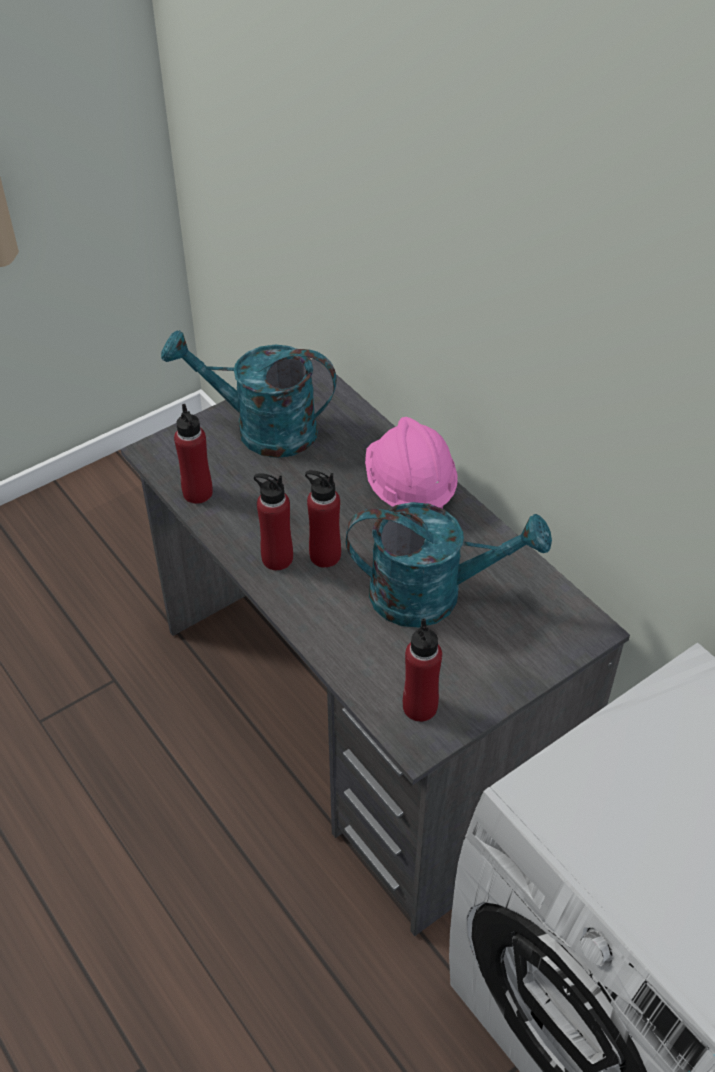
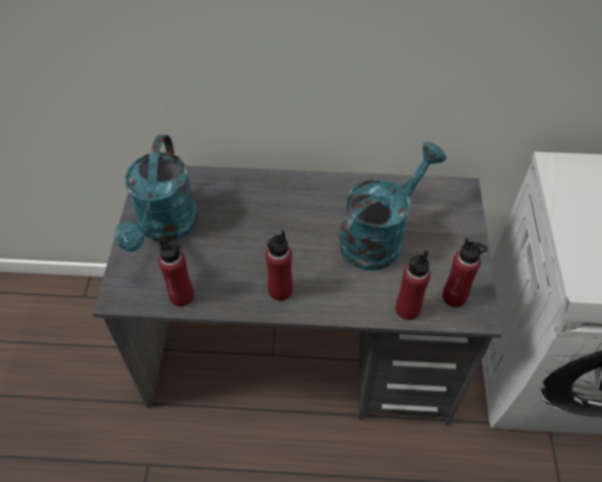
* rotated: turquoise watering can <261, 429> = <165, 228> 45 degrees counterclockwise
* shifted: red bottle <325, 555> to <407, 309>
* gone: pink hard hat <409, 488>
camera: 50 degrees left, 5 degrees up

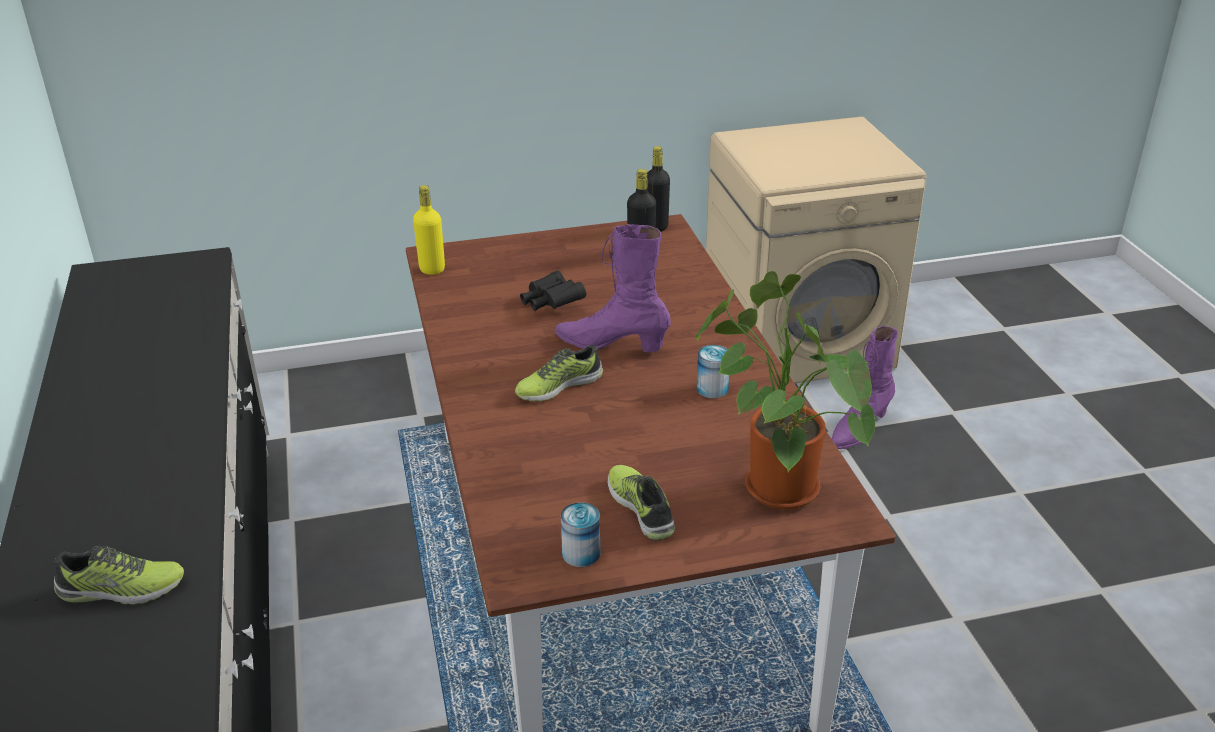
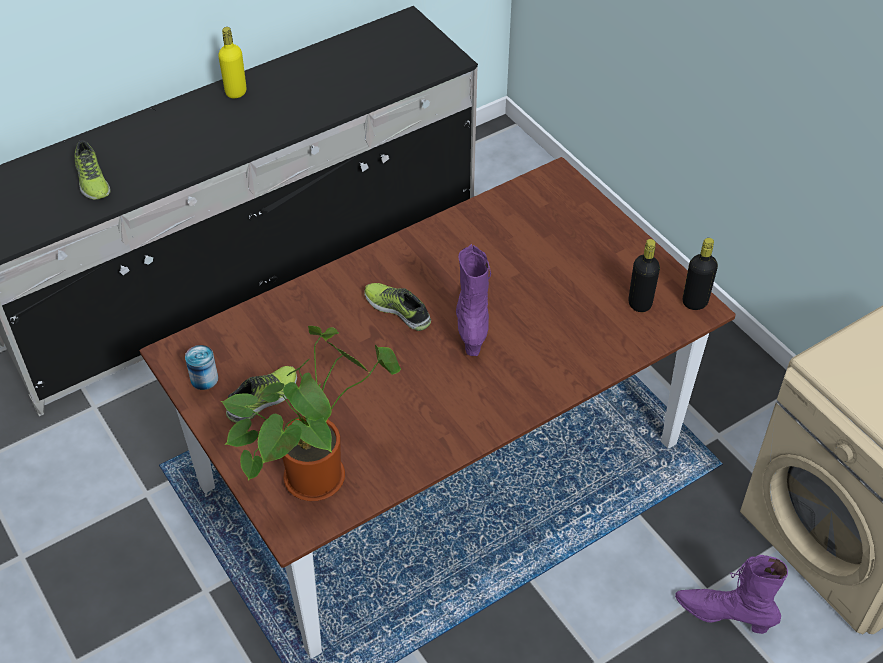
* shifted: yellow bottle <432, 269> to <236, 92>
* gone: black binoculars <551, 304>
* gone: can <712, 389>
camera: 70 degrees right, 15 degrees up

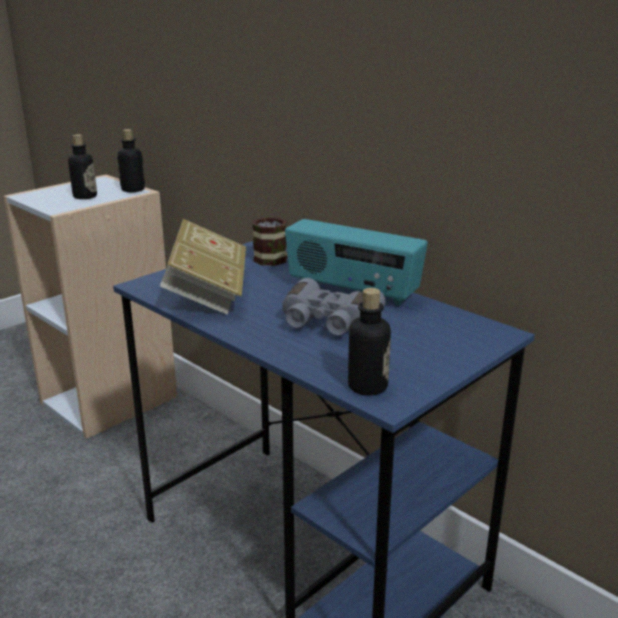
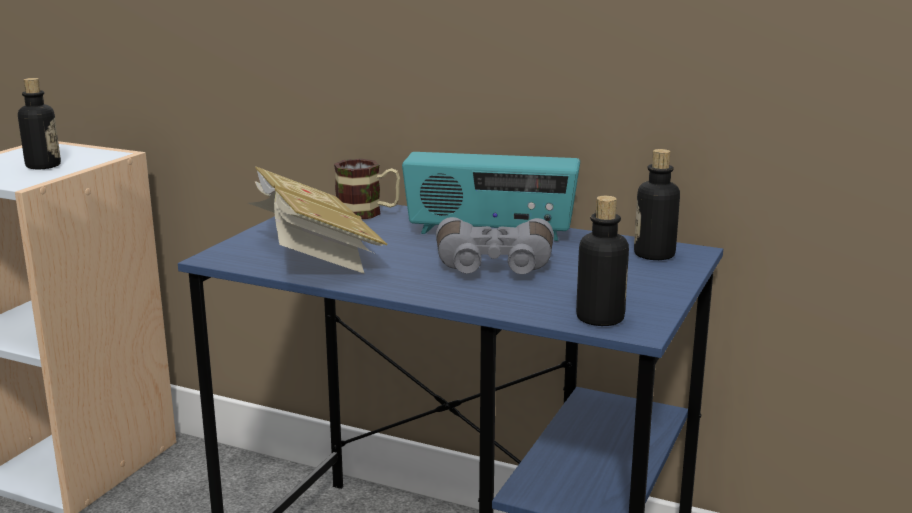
* shifted: bottle <133, 190> to <654, 254>
camera: 20 degrees left, 5 degrees down

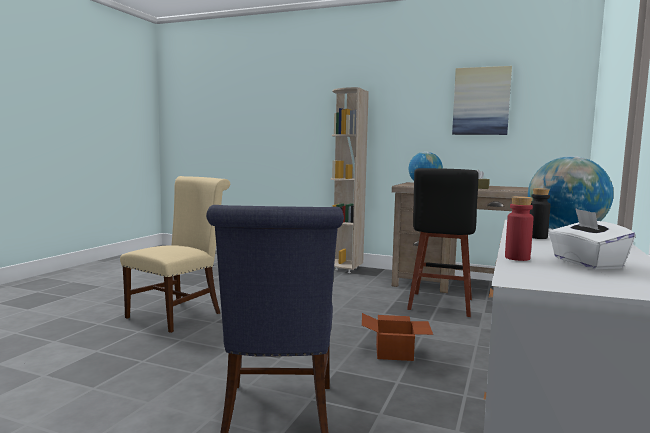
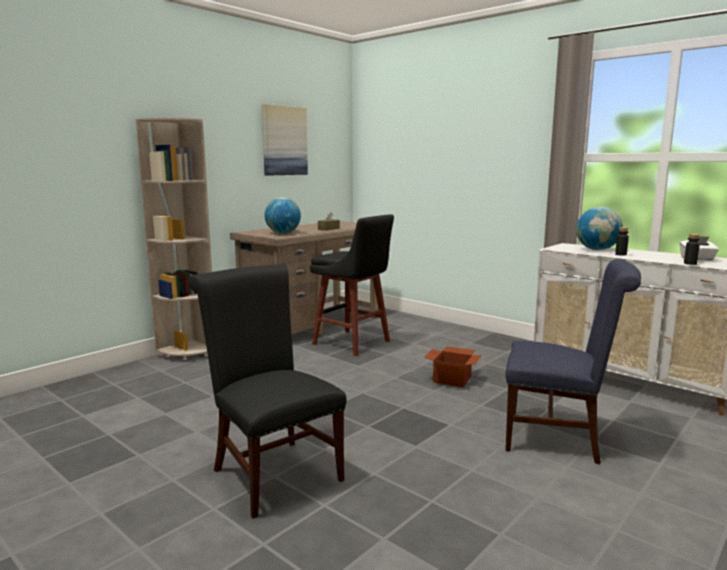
* repainted: beige chair <179, 314> to black chair <272, 472>
* repainted: red bottle <517, 258> to black bottle <690, 263>
camera: 70 degrees left, 5 degrees up

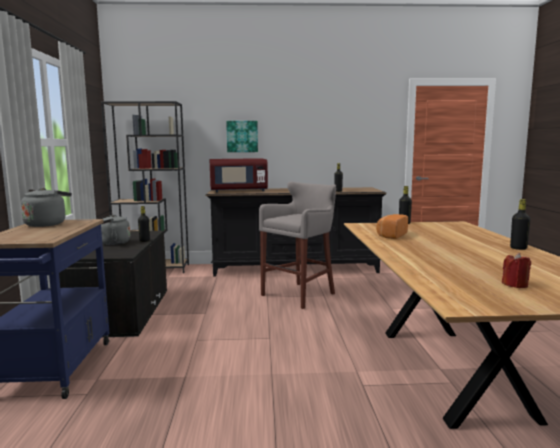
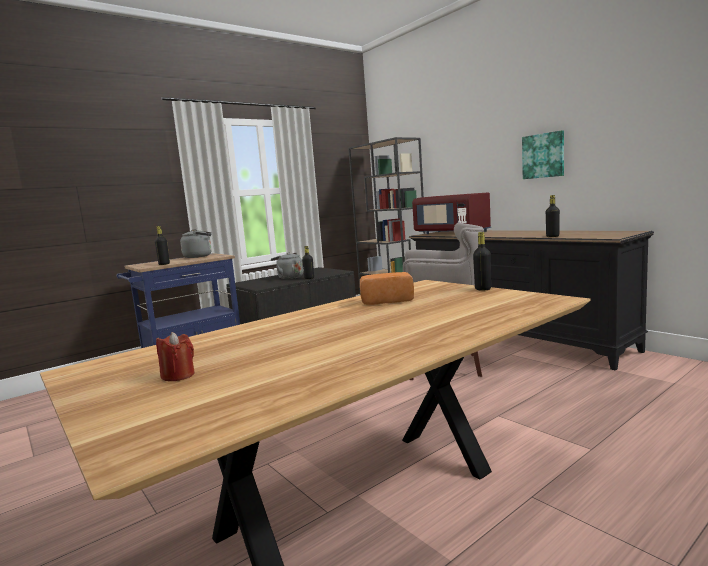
* shifted: picture <242, 136> to <543, 155>
* shifted: black bottle <518, 248> to <164, 264>
camera: 55 degrees right, 0 degrees up

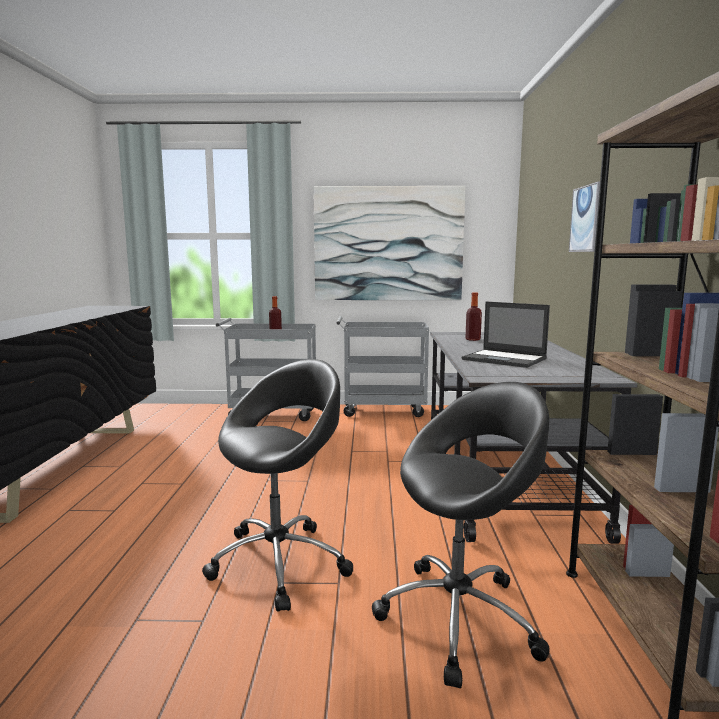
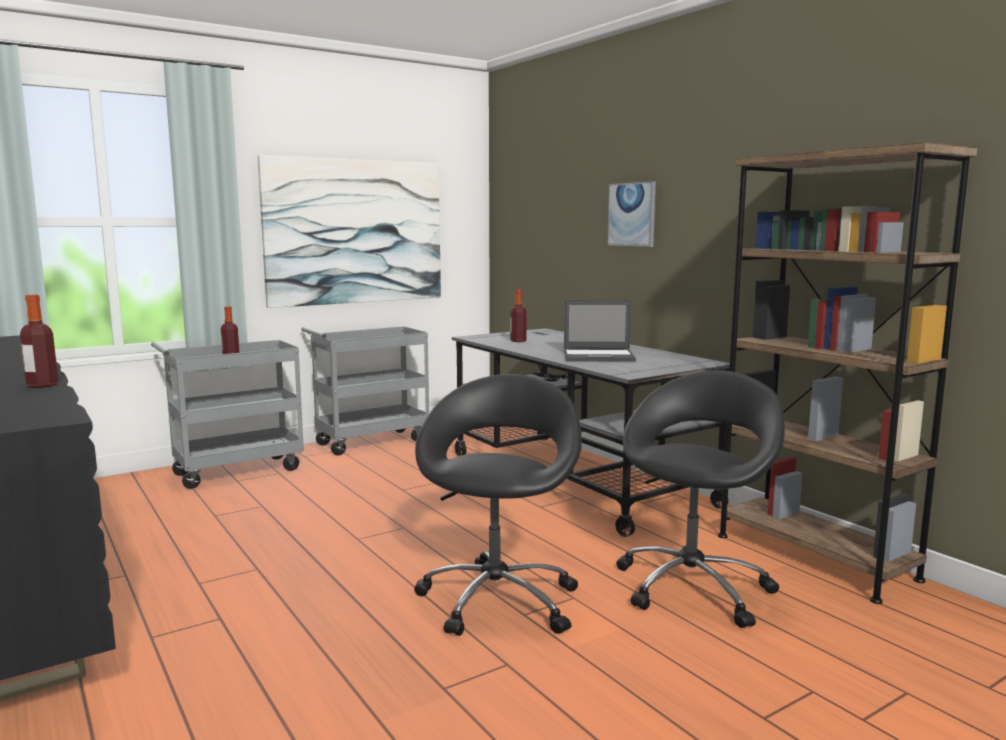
* new: bottle <42, 385>
camera: 35 degrees left, 0 degrees up

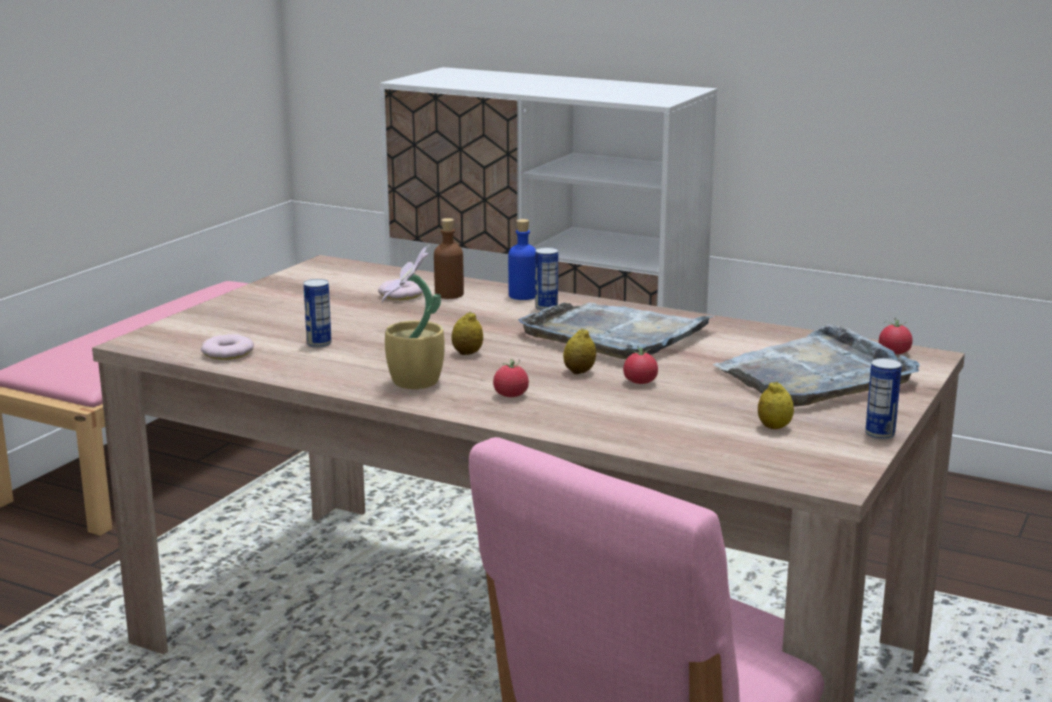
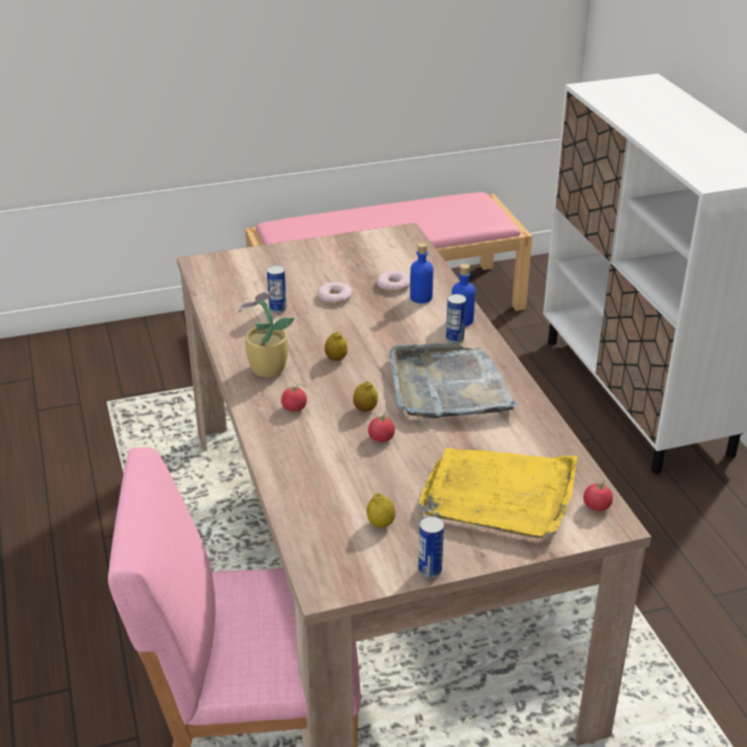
* shifted: donut <227, 353> to <335, 296>
* repainted: brown bottle <449, 294> to blue bottle <421, 297>
* repainted: grey tray <816, 374> to yellow tray <499, 495>
camera: 45 degrees right, 15 degrees up

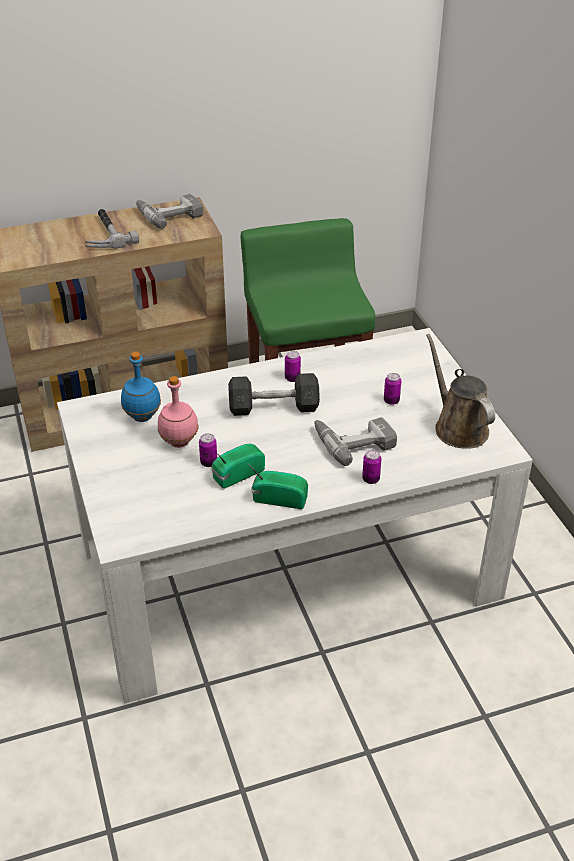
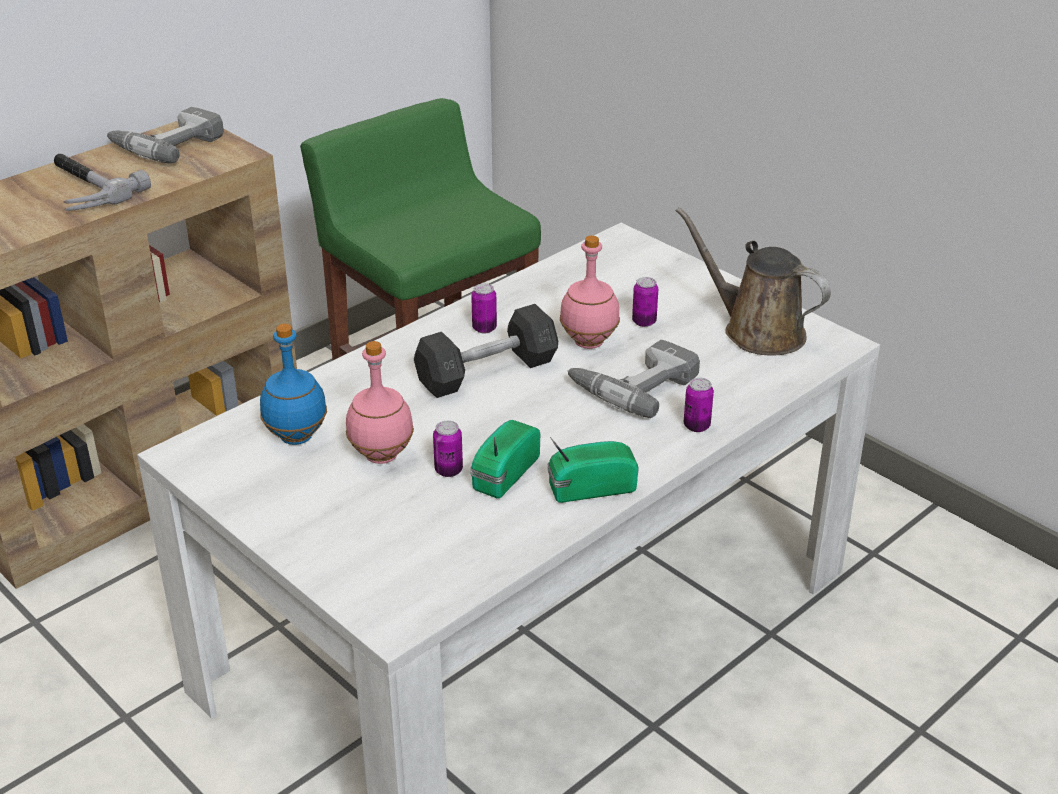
* new: pink bottle <590, 342>
camera: 25 degrees left, 5 degrees down

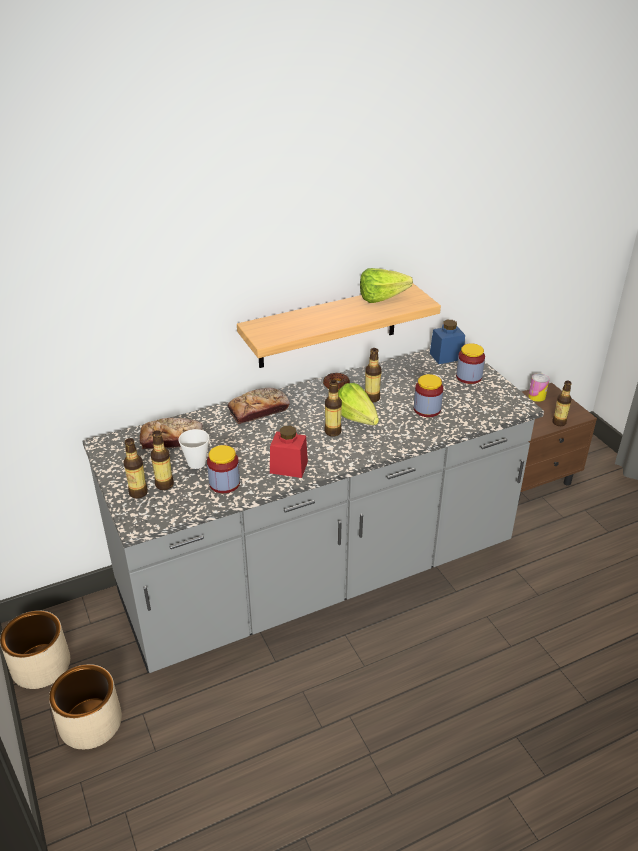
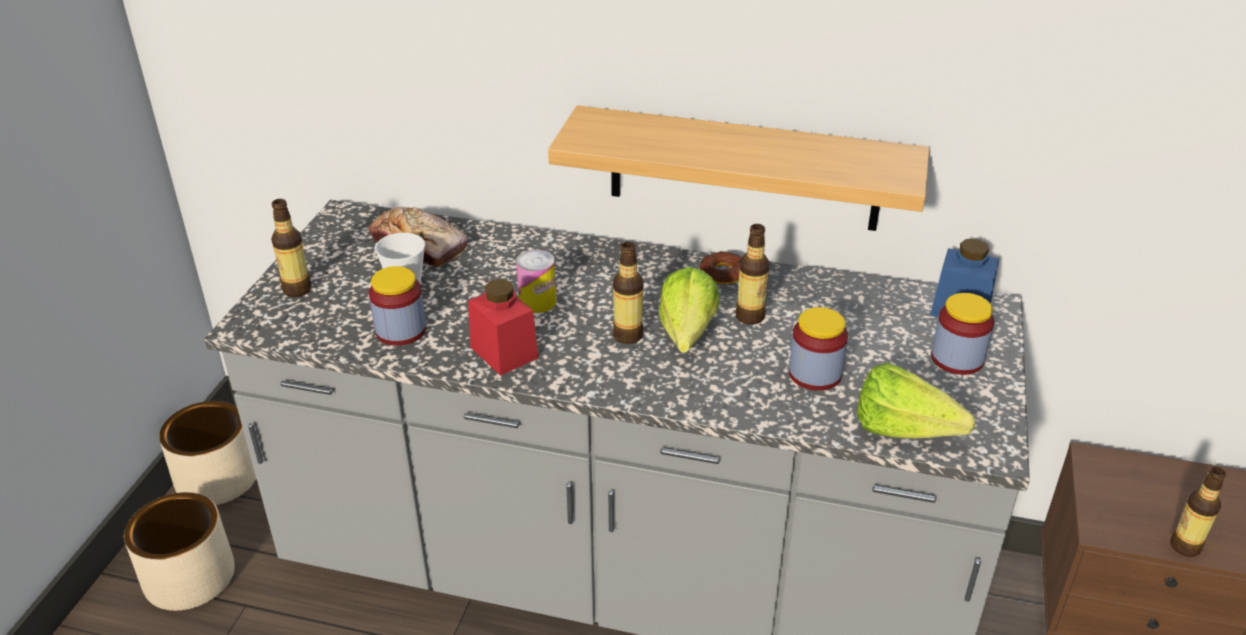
* gone: bottle <164, 484>
* gone: bread <259, 410>
* shifted: lettuce <386, 299> to <911, 434>
* shifted: can <536, 396> to <537, 301>
camera: 40 degrees right, 0 degrees up

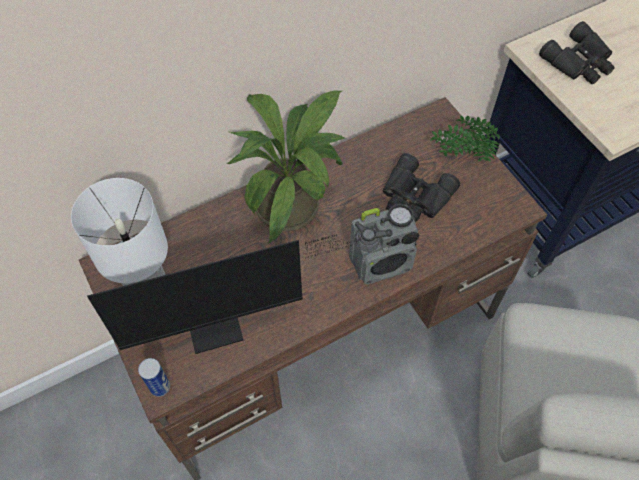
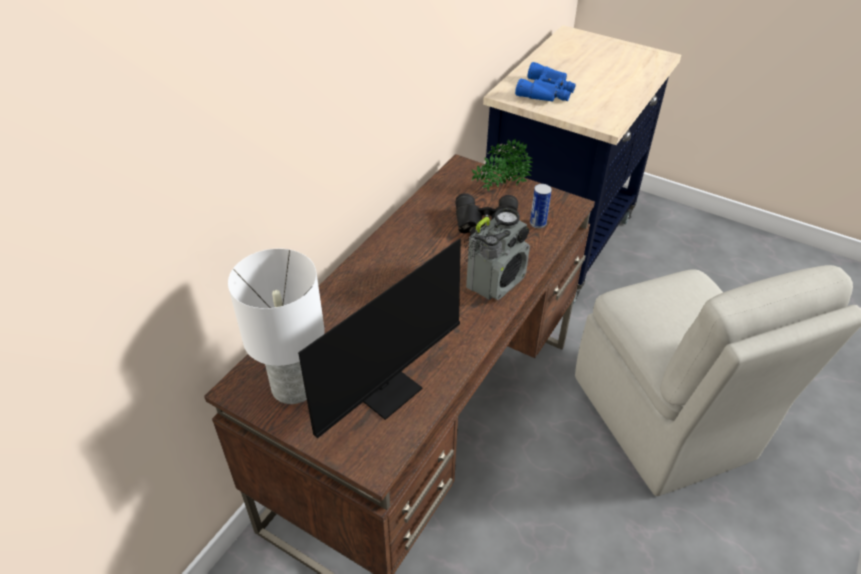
* shifted: can <160, 387> to <538, 223>
* gone: potted plant <294, 203>
* repainted: black binoculars <579, 62> to blue binoculars <547, 91>
camera: 30 degrees left, 15 degrees down

